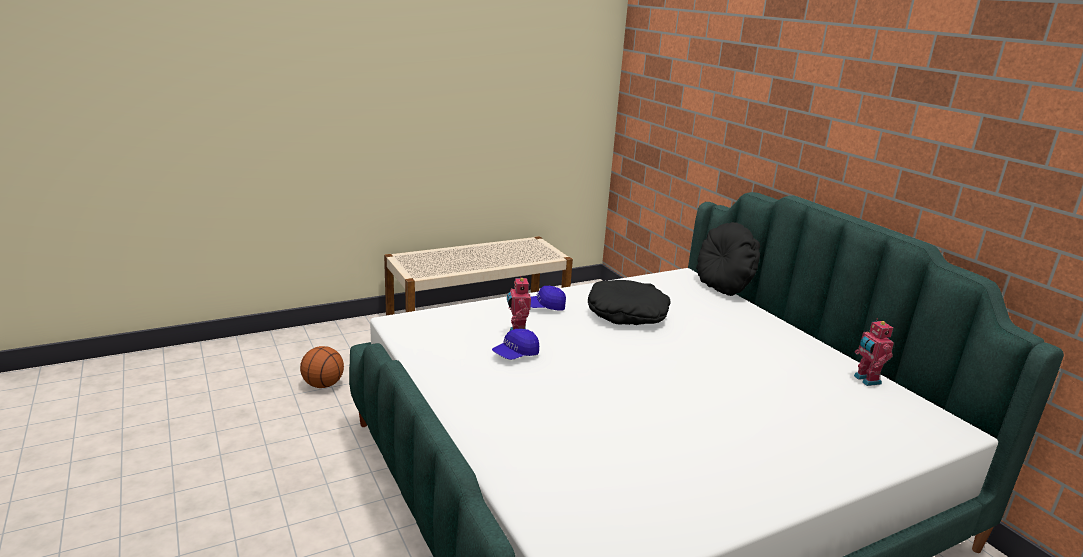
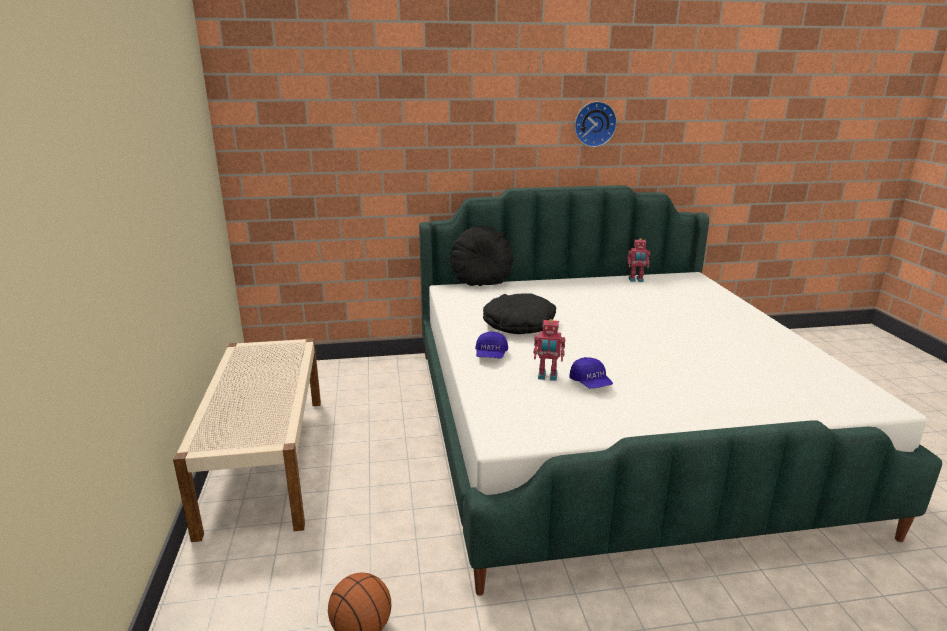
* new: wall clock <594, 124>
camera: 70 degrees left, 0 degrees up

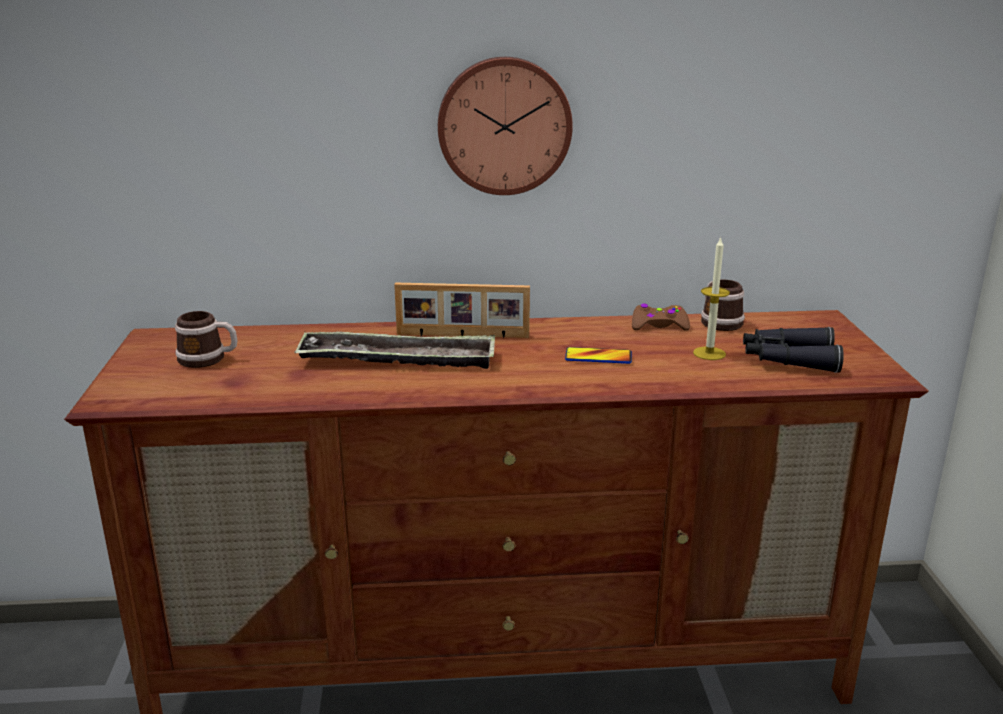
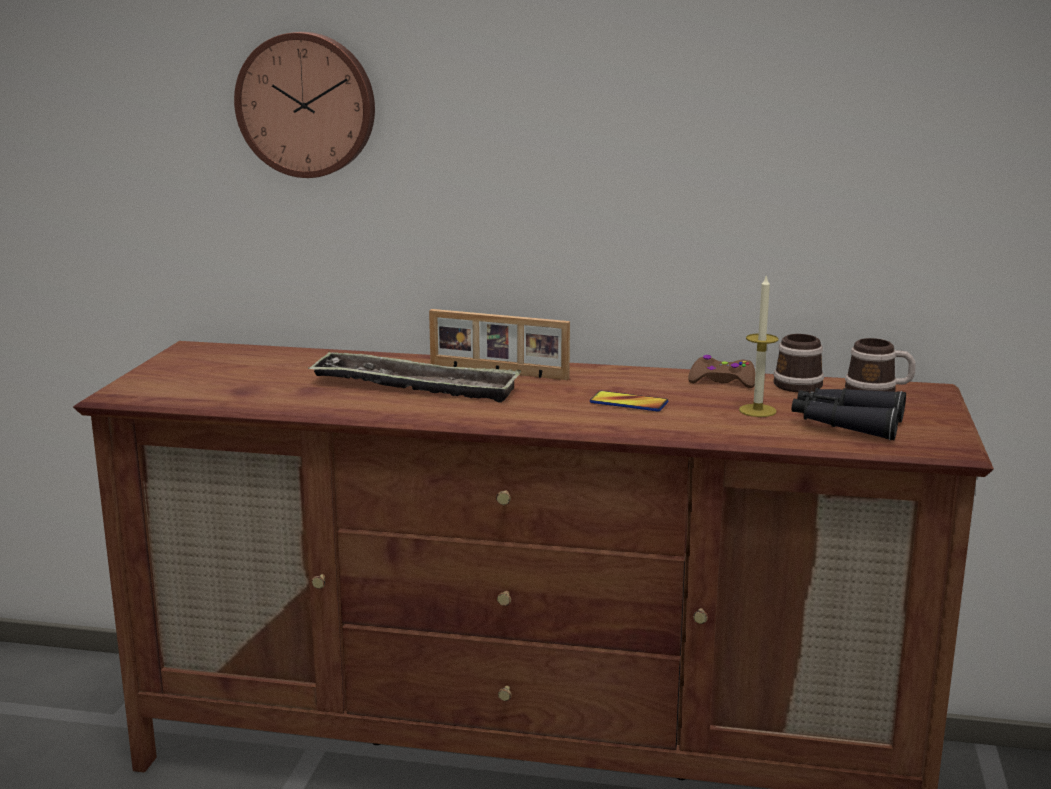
* shifted: mug <208, 359> to <878, 391>
* shifted: wall clock <504, 125> to <307, 104>
camera: 15 degrees right, 5 degrees down

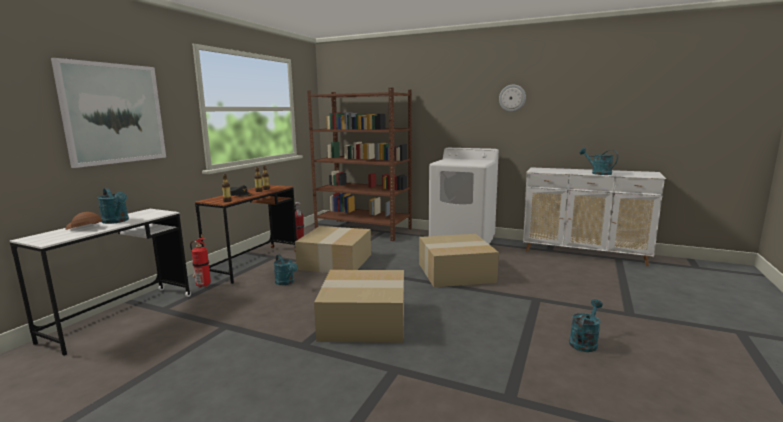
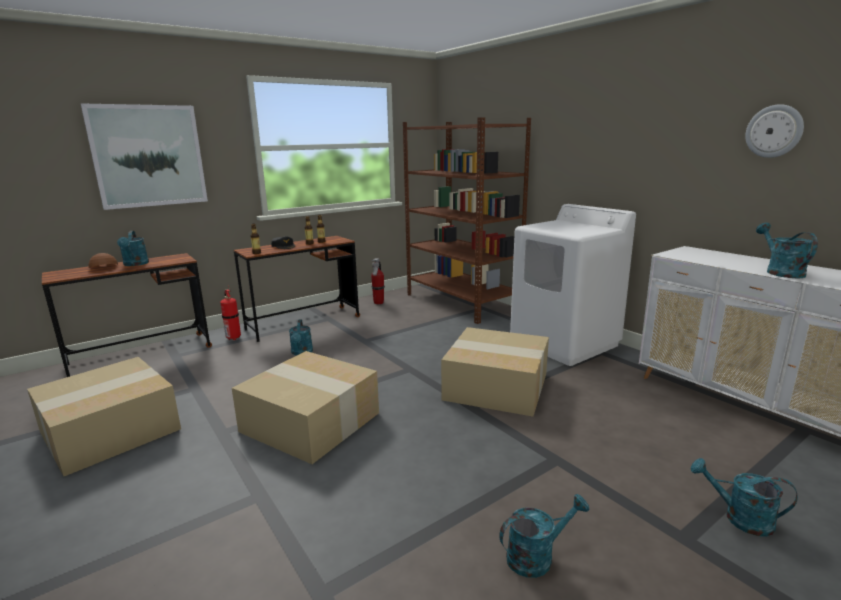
* repainted: white desk <120, 317> to brown desk <141, 355>
* shifted: cardboard box <336, 262> to <109, 432>
* shifted: wall clock <512, 98> to <774, 131>
* new: turquoise watering can <739, 518>
camera: 30 degrees right, 5 degrees up

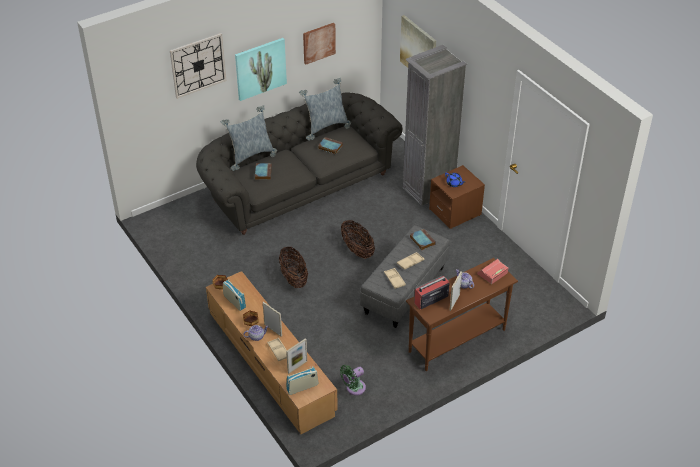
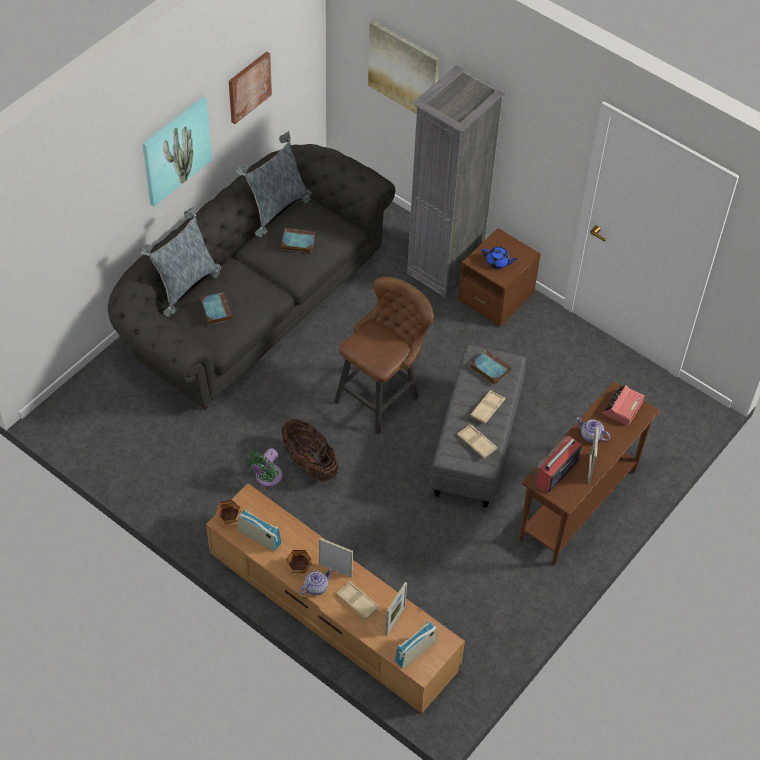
* gone: wall clock <198, 65>
* shifted: green fan <354, 388> to <266, 478>
* swapped: basket <357, 250> to brown stool <383, 393>
camera: 20 degrees left, 10 degrees up

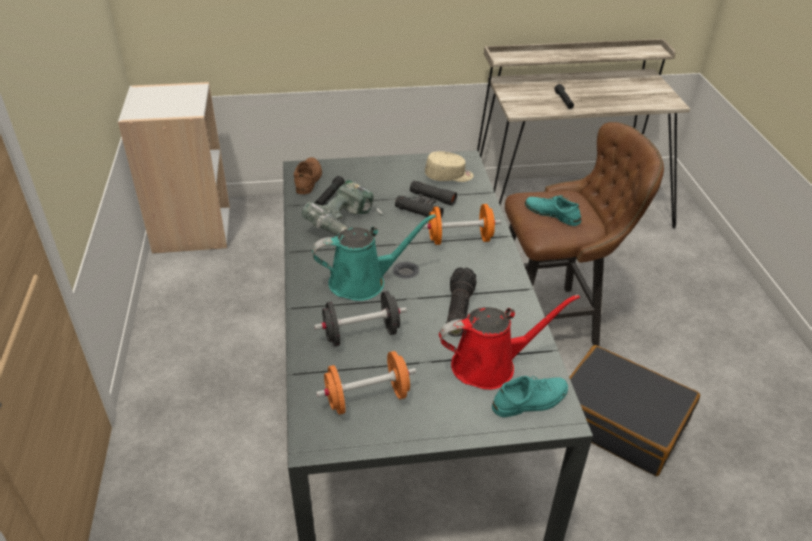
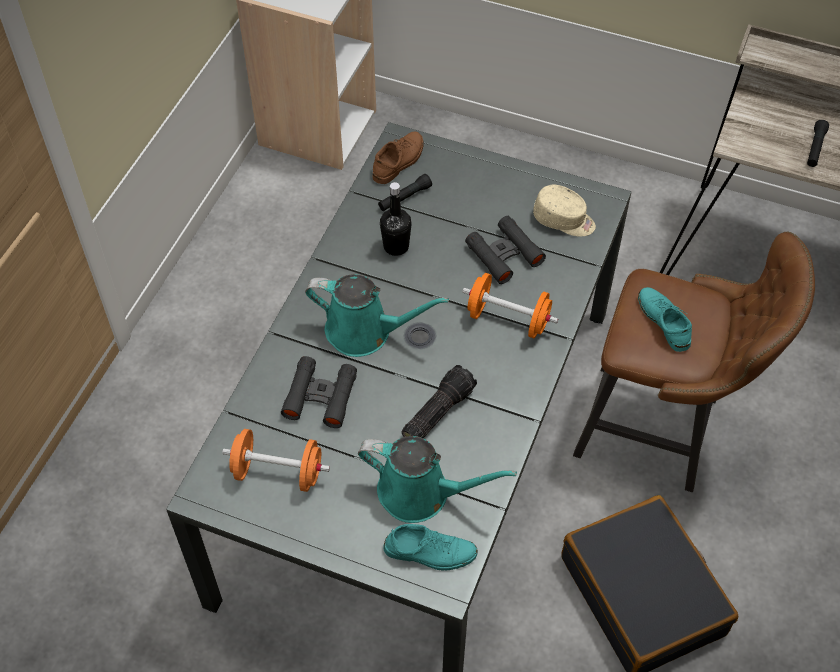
* swapped: power drill <345, 225> to black bottle <396, 246>
* swapped: black dumbbell <361, 334> to black binoculars <320, 396>
* repainted: red watering can <490, 365> to turquoise watering can <421, 493>
camera: 30 degrees right, 15 degrees up

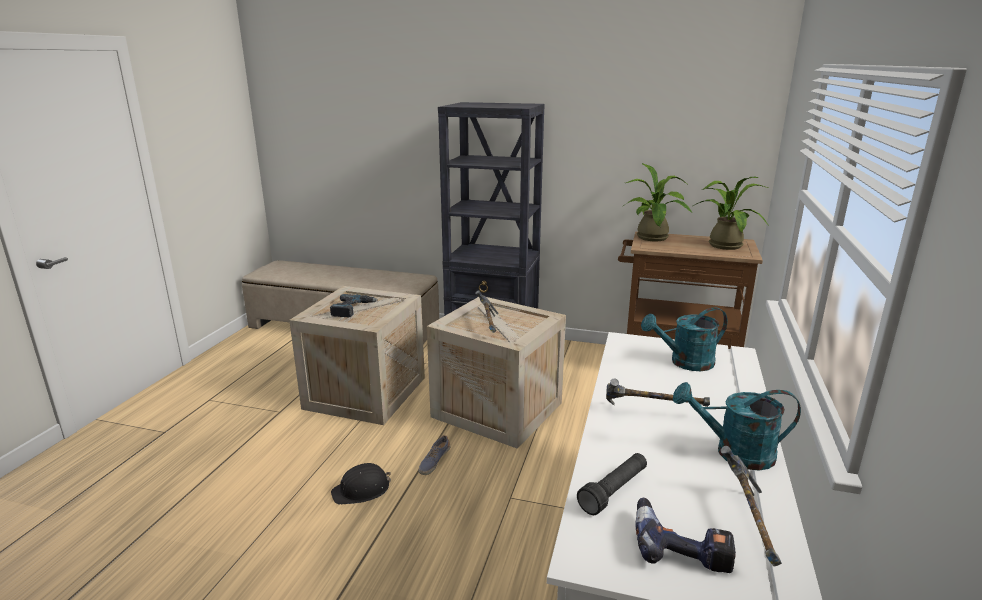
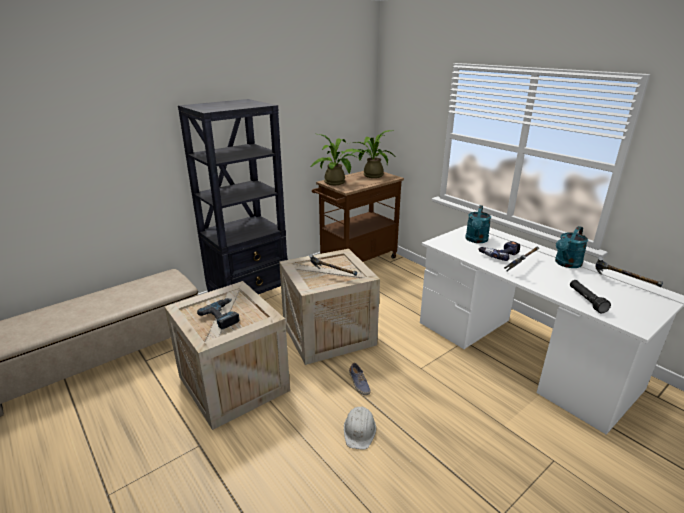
* repainted: black hard hat <362, 490> to white hard hat <359, 430>
* shifted: power drill <680, 545> to <499, 255>
camera: 55 degrees left, 5 degrees up

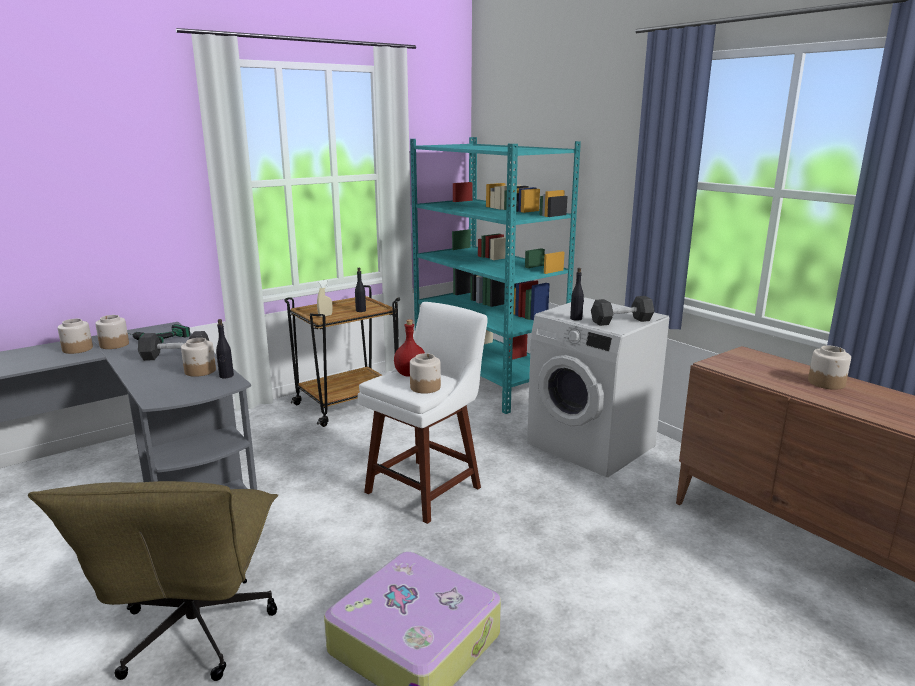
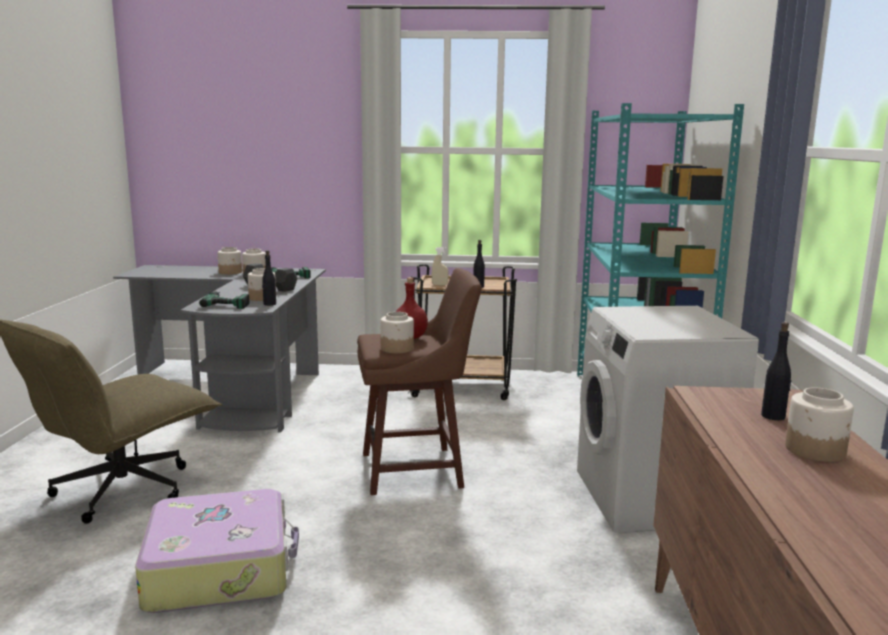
* repainted: white stool <427, 487> to brown stool <417, 469>
* shifted: black bottle <576, 318> to <773, 416>
* gone: black dumbbell <621, 321>
* new: power drill <228, 302>
camera: 40 degrees right, 5 degrees down

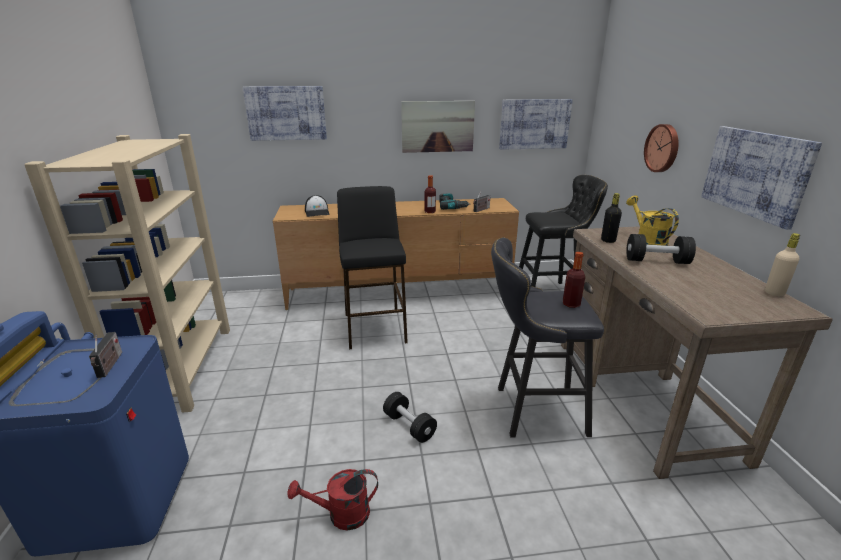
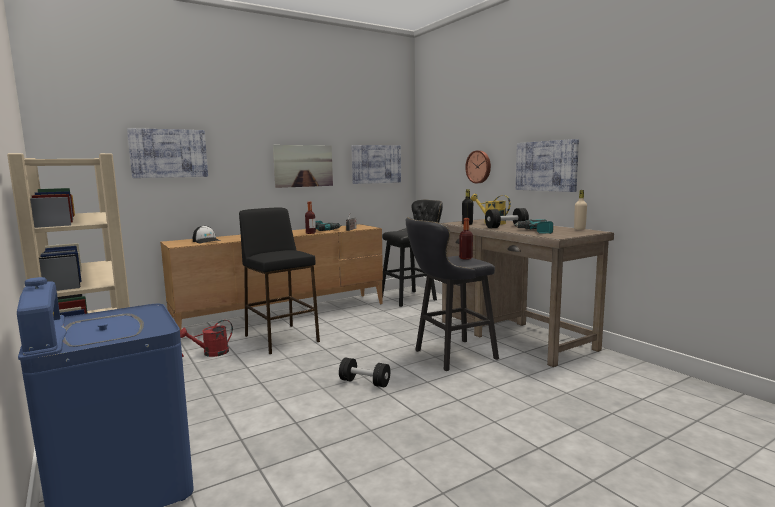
* gone: radio <110, 366>
* shifted: red watering can <341, 515> to <211, 353>
* new: power drill <535, 231>
camera: 25 degrees left, 15 degrees down

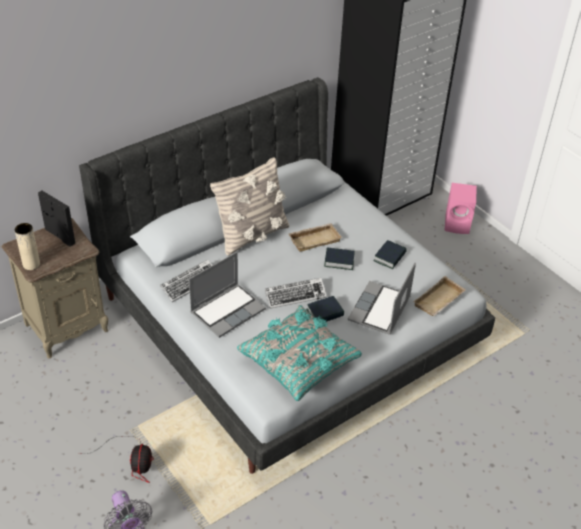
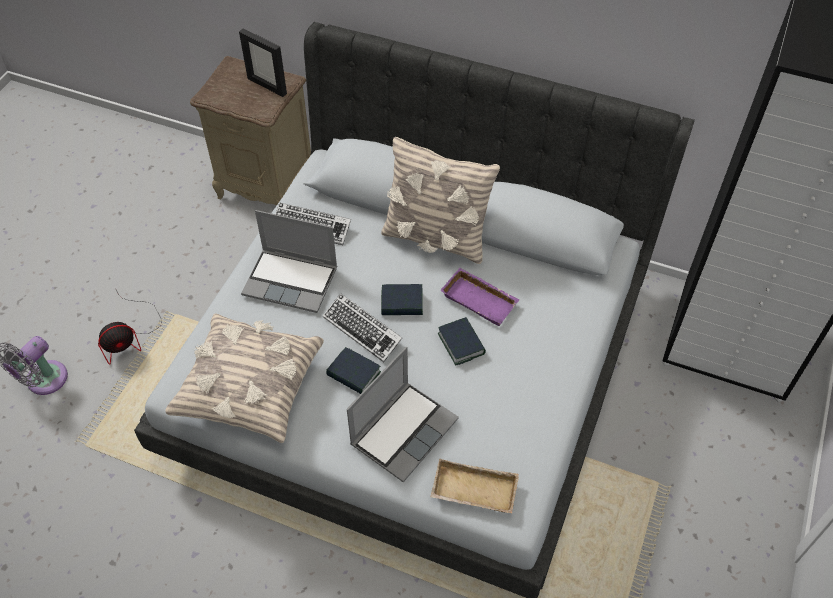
* gone: beige vase <31, 264>
* rotated: picture frame <59, 236> = <267, 85> 120 degrees clockwise
* repainted: turquoise pillow <298, 363> to beige pillow <250, 389>
* repainted: beige tray <314, 239> to purple tray <481, 300>
* rotated: laptop <380, 310> = <404, 430> 135 degrees clockwise
* shifted: book <390, 257> to <402, 303>
* gone: pink speaker <458, 224>
camera: 60 degrees right, 10 degrees up

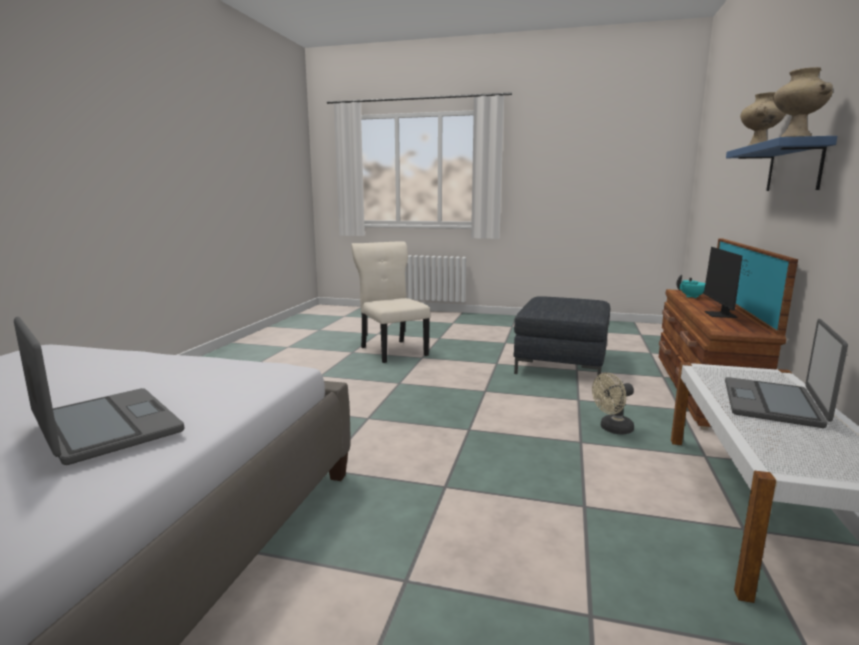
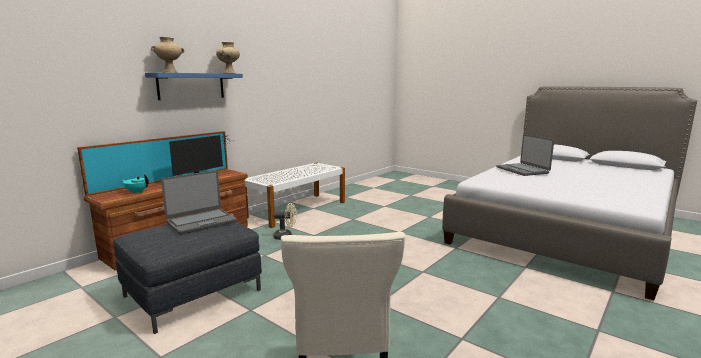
* shifted: laptop <773, 403> to <201, 222>
camera: 155 degrees left, 0 degrees up

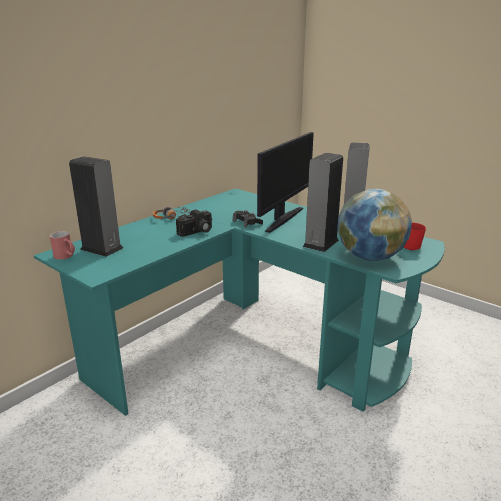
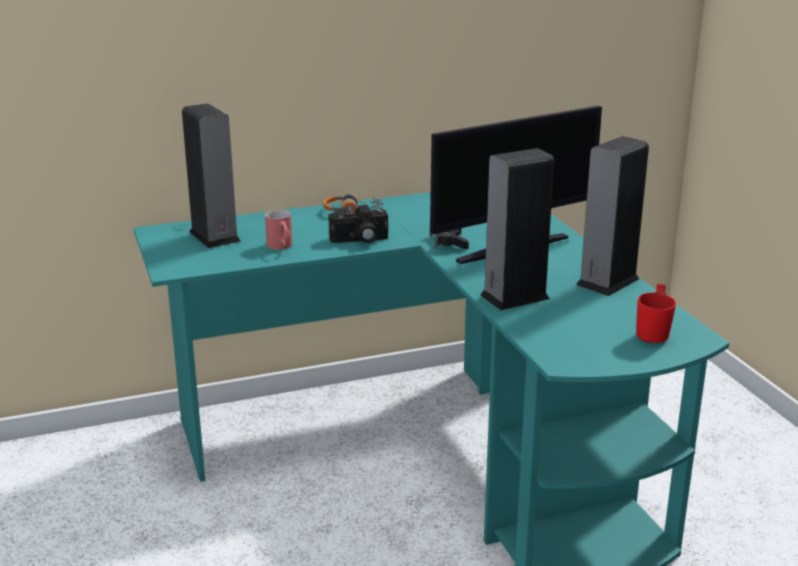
* shifted: red mug <66, 257> to <281, 247>
* gone: globe <369, 257>
camera: 30 degrees right, 0 degrees up

